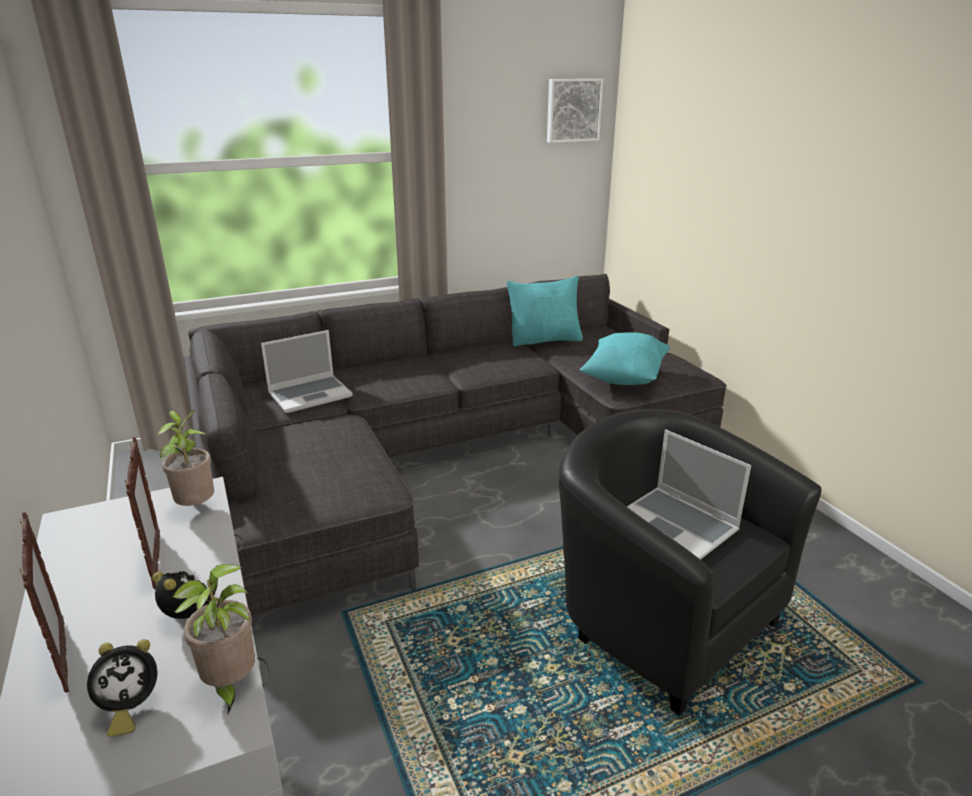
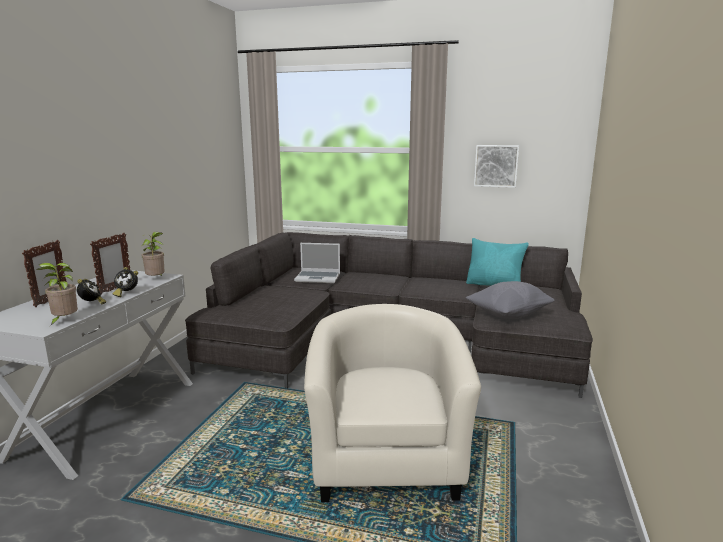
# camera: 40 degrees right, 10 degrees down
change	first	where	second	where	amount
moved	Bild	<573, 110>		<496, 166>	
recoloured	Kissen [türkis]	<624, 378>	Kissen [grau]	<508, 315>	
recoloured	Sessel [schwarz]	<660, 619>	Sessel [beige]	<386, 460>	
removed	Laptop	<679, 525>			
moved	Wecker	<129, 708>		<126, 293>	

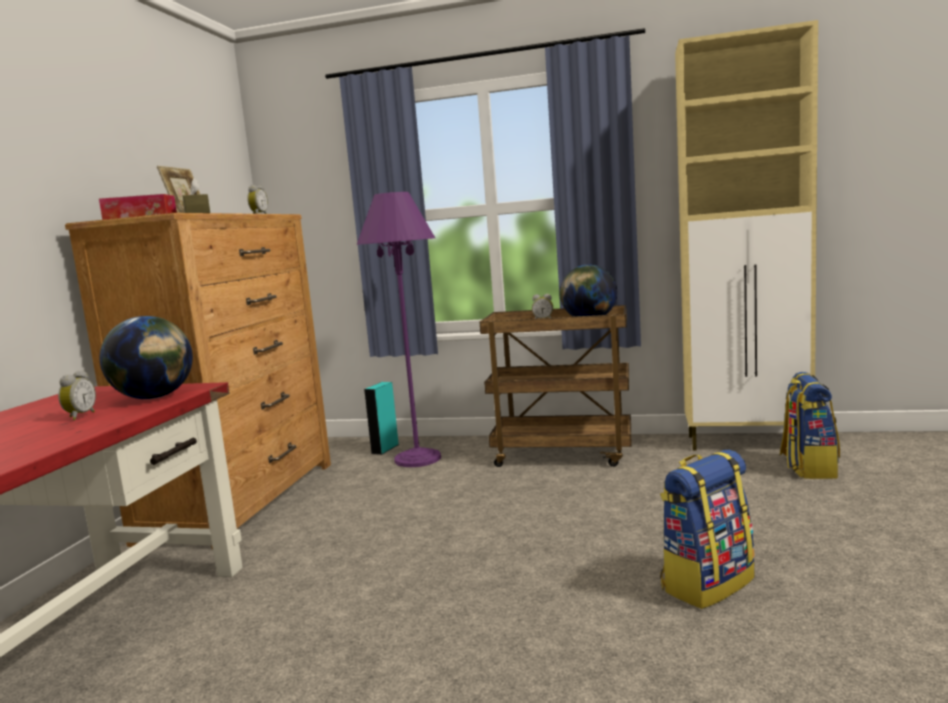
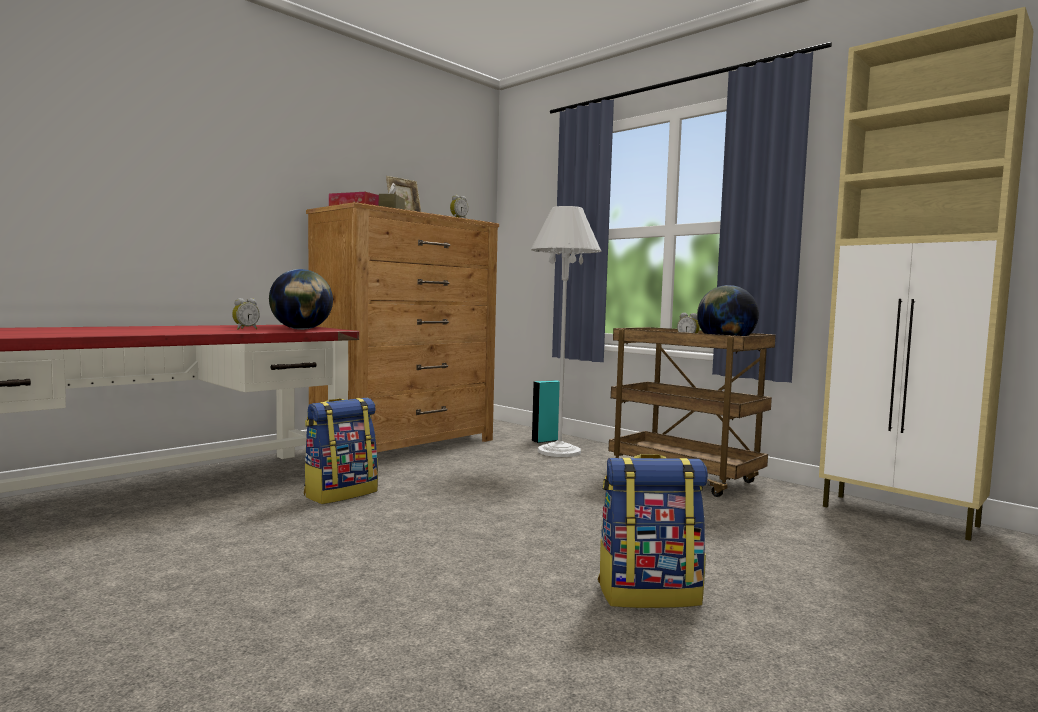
# camera: 30 degrees right, 5 degrees down
change	first	where	second	where	amount
recoloured	Stehlampe [lila]	<417, 459>	Stehlampe [weiß]	<559, 451>	
moved	Rucksack	<808, 467>		<341, 493>	

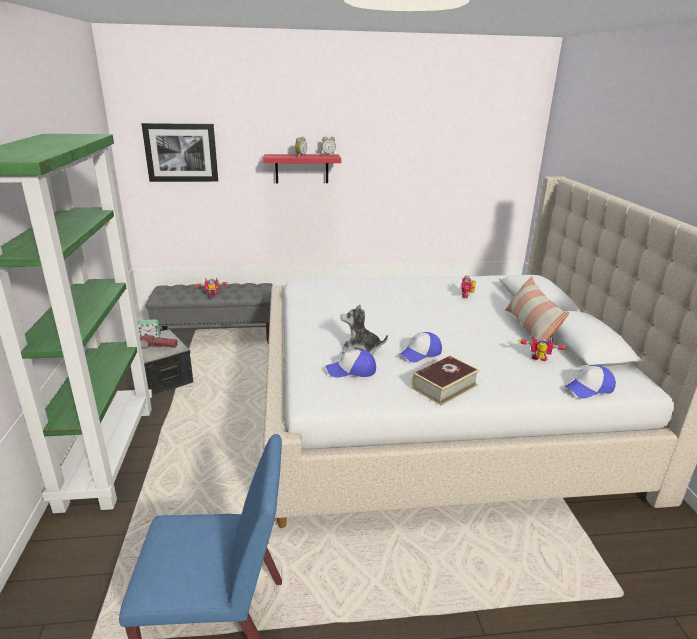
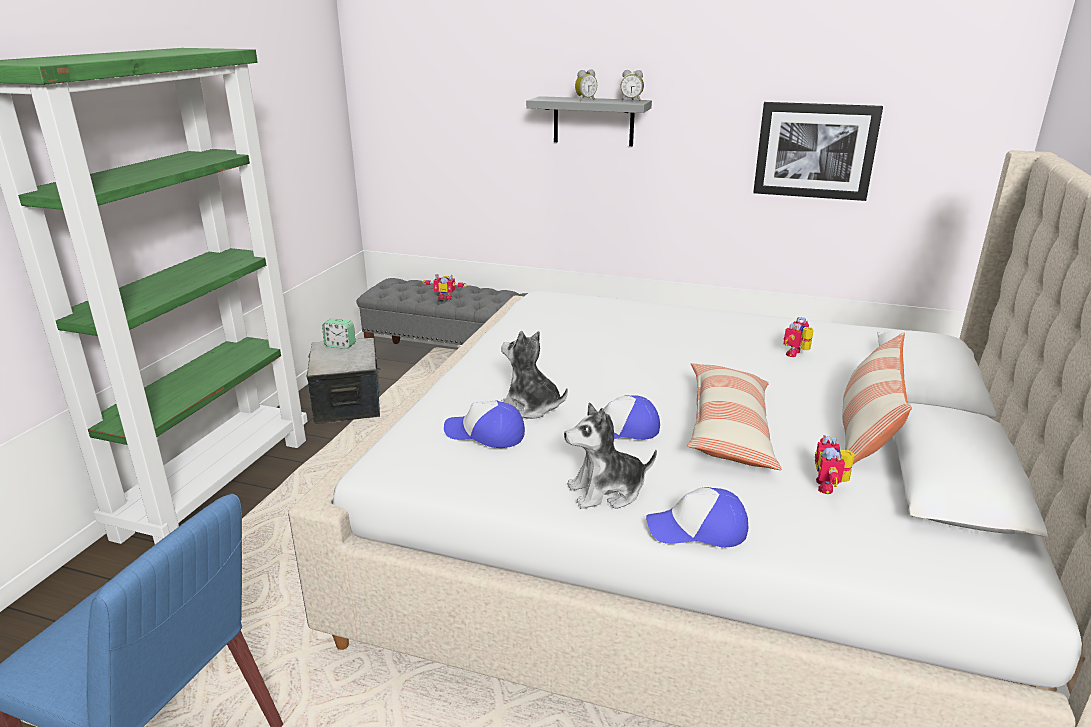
# camera: 25 degrees right, 0 degrees up
change	first	where	second	where	amount
moved	Bild	<181, 152>		<815, 151>	
recoloured	Wandregal [rot]	<301, 168>	Wandregal [grau]	<593, 121>	
removed	Taschenlampe	<158, 346>			
turned	Spielzeugroboter	<539, 360>		<830, 487>	120 degrees counterclockwise
replaced	Buch	<444, 386>	Plüschtier	<606, 491>	
moved	Kappe	<589, 388>		<697, 529>	
added			Kissen	<729, 430>	

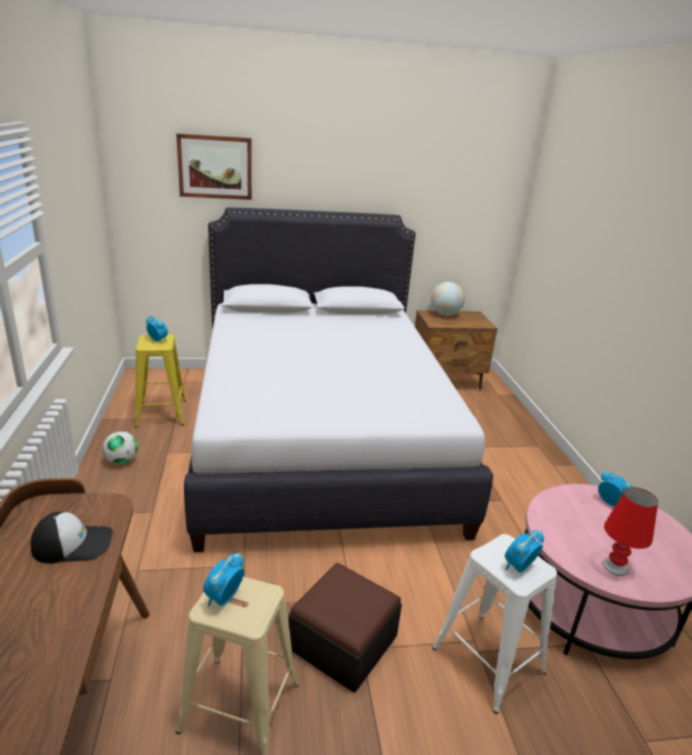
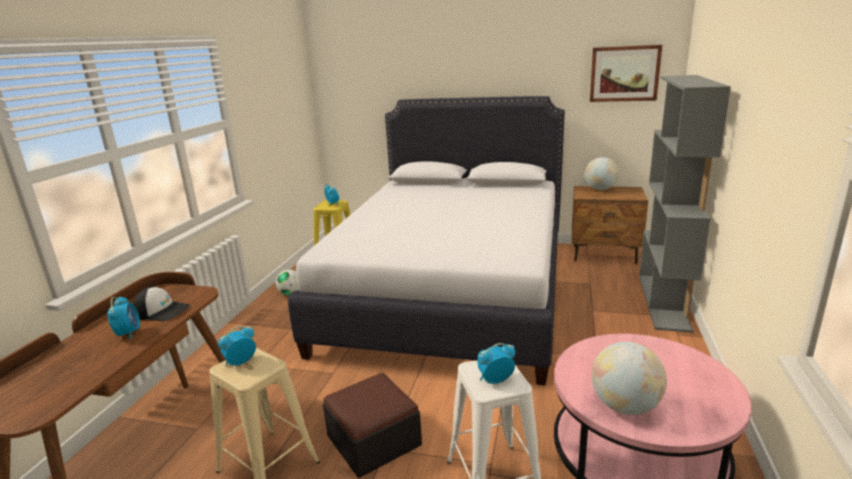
# camera: 25 degrees right, 5 degrees down
change	first	where	second	where	amount
moved	Bild	<215, 167>		<624, 74>	
moved	Wecker	<610, 503>		<129, 333>	
replaced	Tischlampe [rot]	<615, 567>	Globus	<625, 406>	
added			Bücherregal [grau]	<664, 301>	

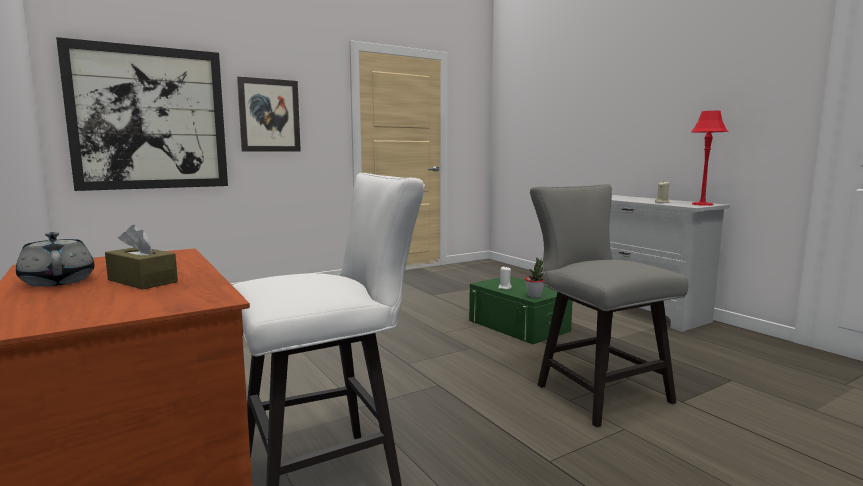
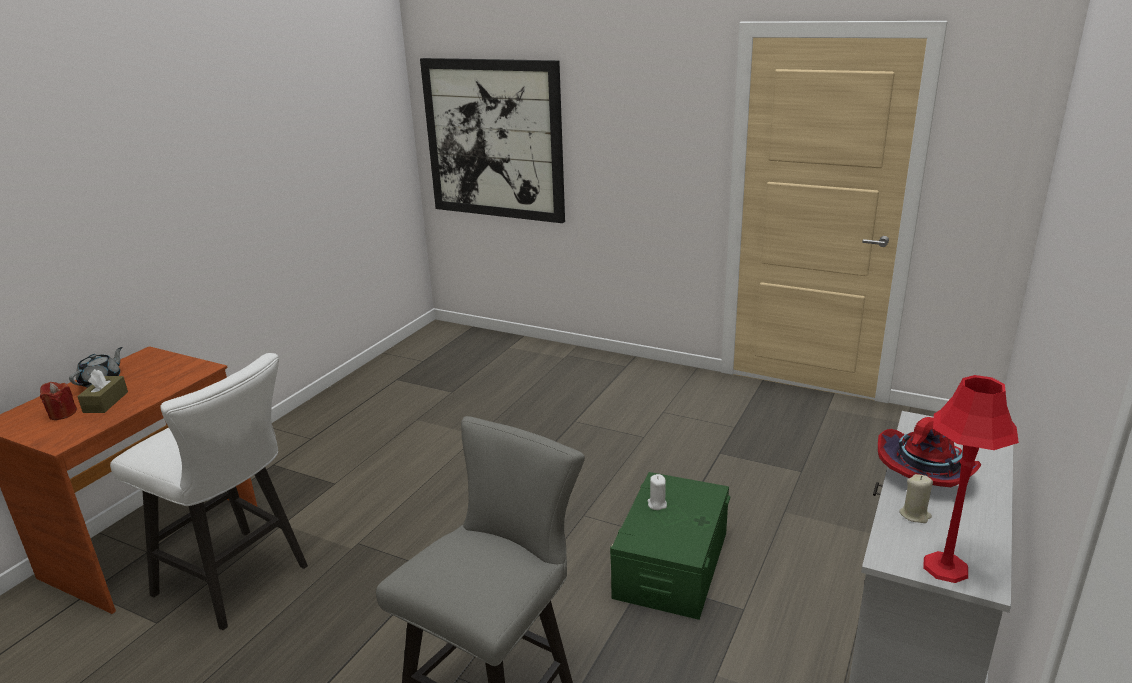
# camera: 60 degrees right, 15 degrees up
change	first	where	second	where	amount
removed	Bild	<269, 115>			
removed	Topfpflanze	<534, 296>			
added			Kerze [rot]	<62, 414>	
added			Hut [rot]	<926, 472>	

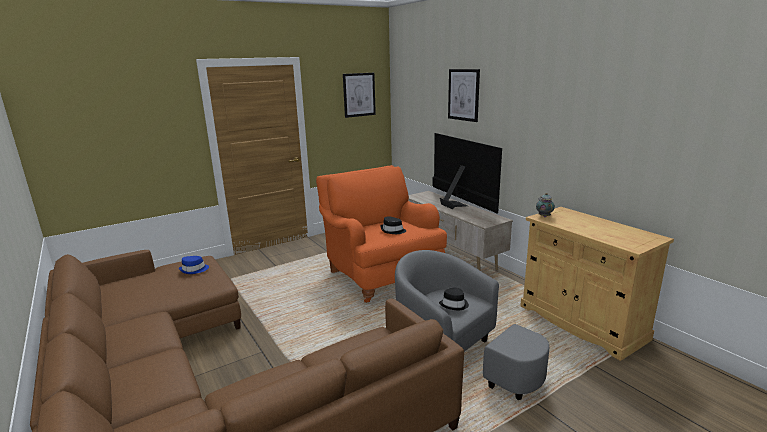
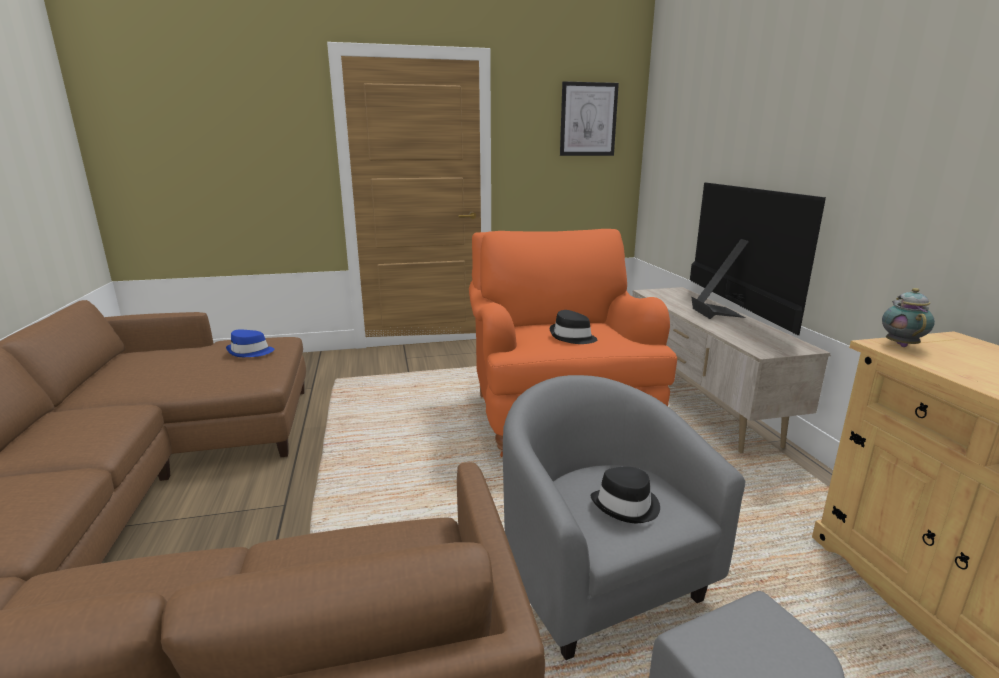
# camera: 20 degrees right, 0 degrees up
change	first	where	second	where	amount
removed	Bild	<463, 95>			

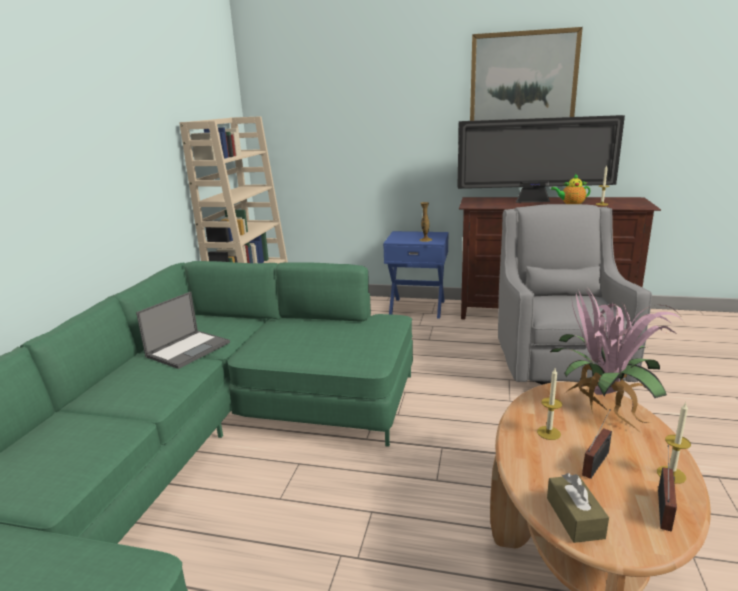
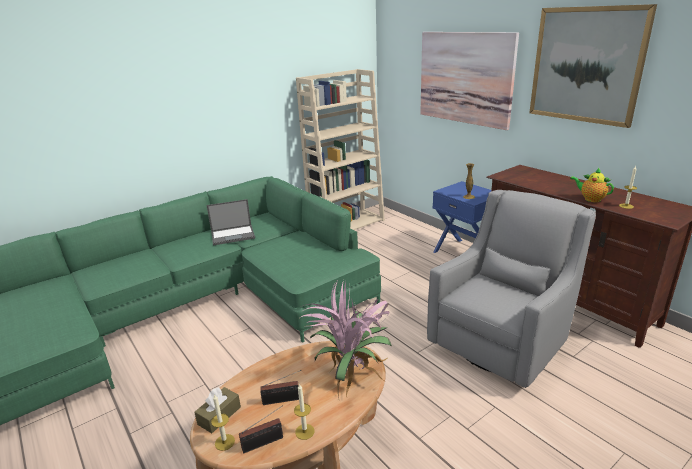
# camera: 40 degrees right, 5 degrees up
change	first	where	second	where	amount
removed	Fernseher	<534, 201>			
moved	Kerze	<548, 433>		<224, 442>	
added			Bild	<465, 78>	

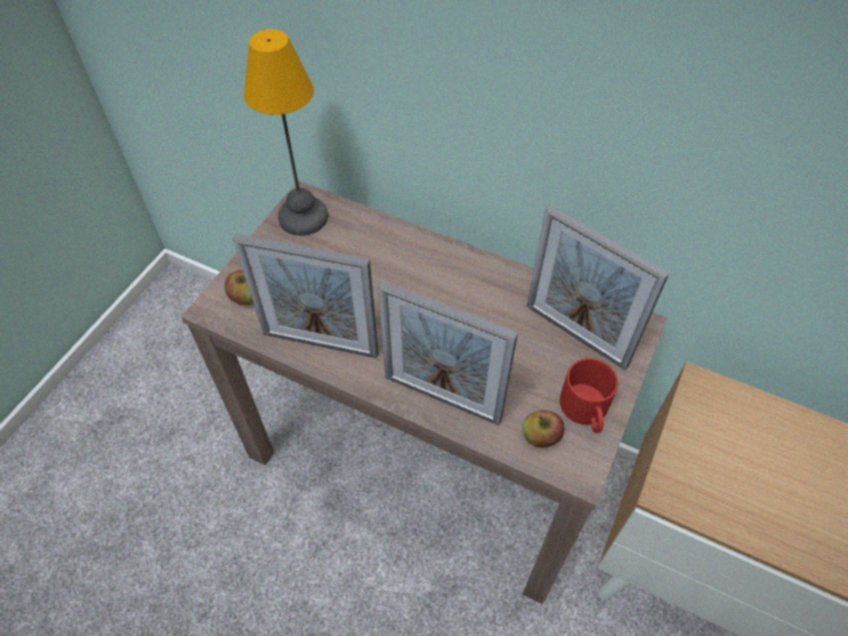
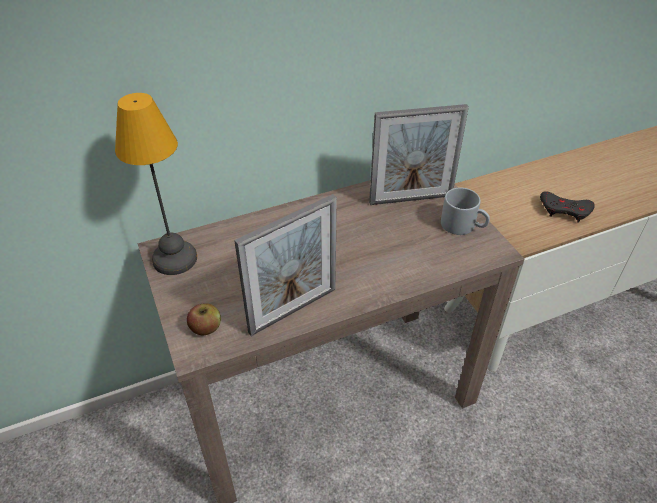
# camera: 50 degrees left, 10 degrees down
change	first	where	second	where	amount
removed	Bilderrahmen	<442, 398>			
recoloured	Henkelbecher [rot]	<587, 411>	Henkelbecher [grau]	<463, 225>	
removed	Apfel	<540, 437>			
added			Gamepad [grau]	<565, 210>	

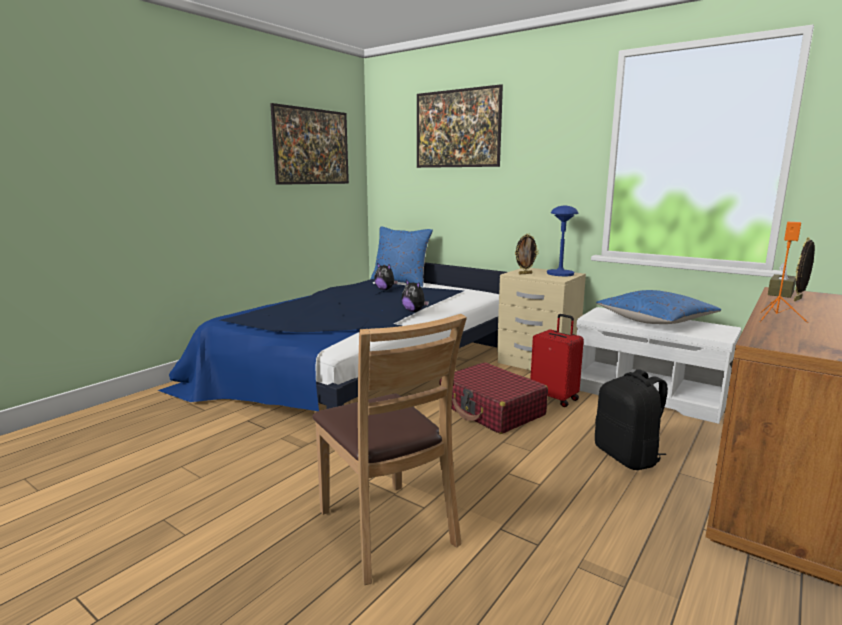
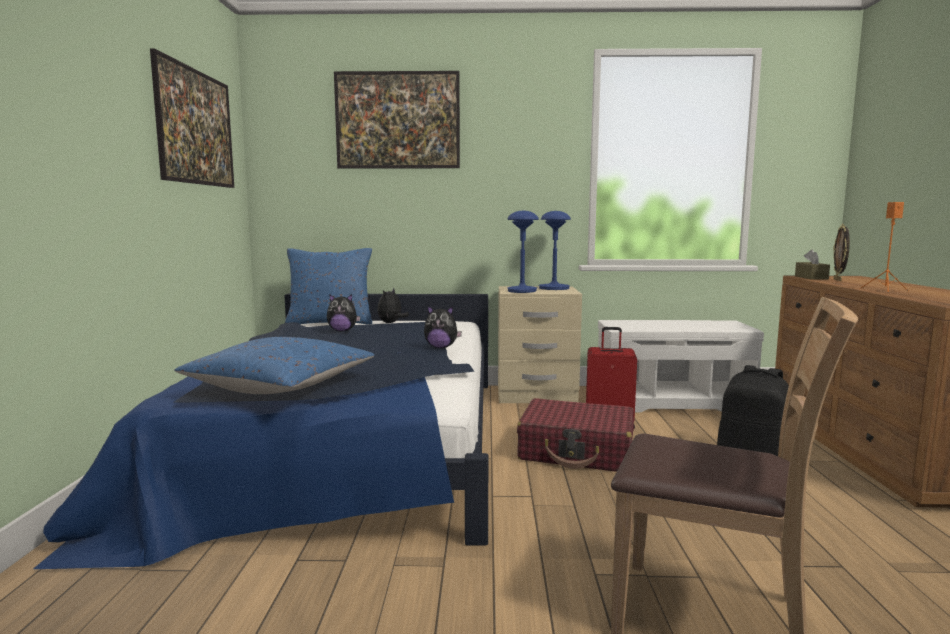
# camera: 35 degrees left, 5 degrees down
change	first	where	second	where	amount
replaced	Bilderrahmen	<525, 273>	Tischlampe [blau]	<522, 291>	
moved	Kissen [blau]	<655, 320>		<280, 386>	
added			Plüschtier	<391, 323>	

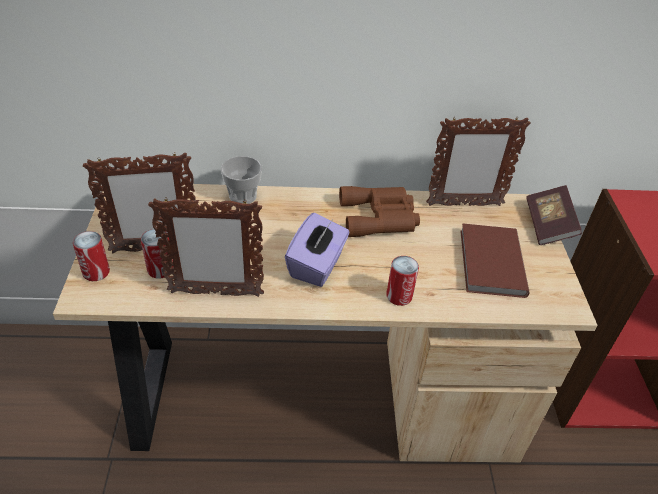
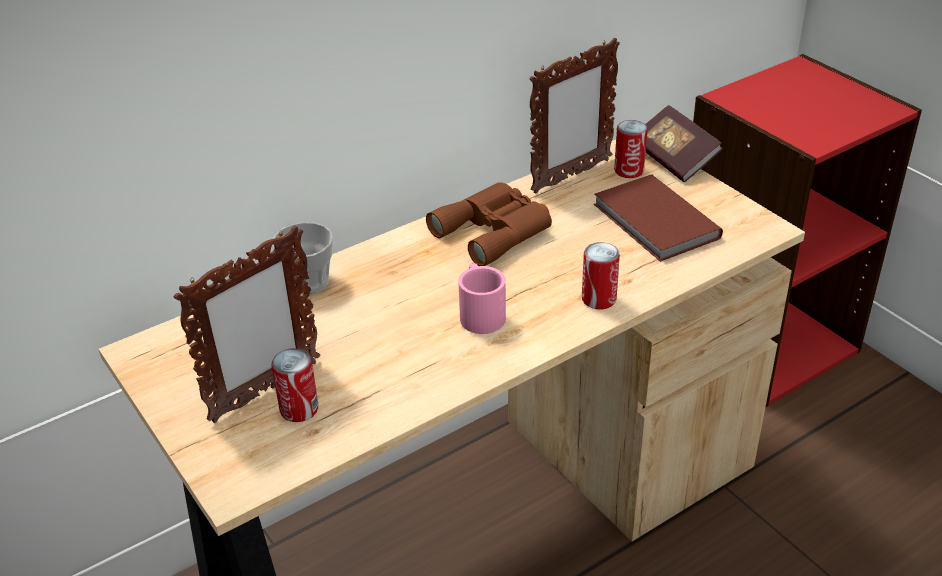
# camera: 30 degrees left, 5 degrees down
change	first	where	second	where	amount
removed	Bilderrahmen	<215, 293>			
replaced	Taschentuchbox [lila]	<317, 265>	Henkelbecher [rosa]	<480, 312>	
moved	Dose	<96, 272>		<629, 170>	

